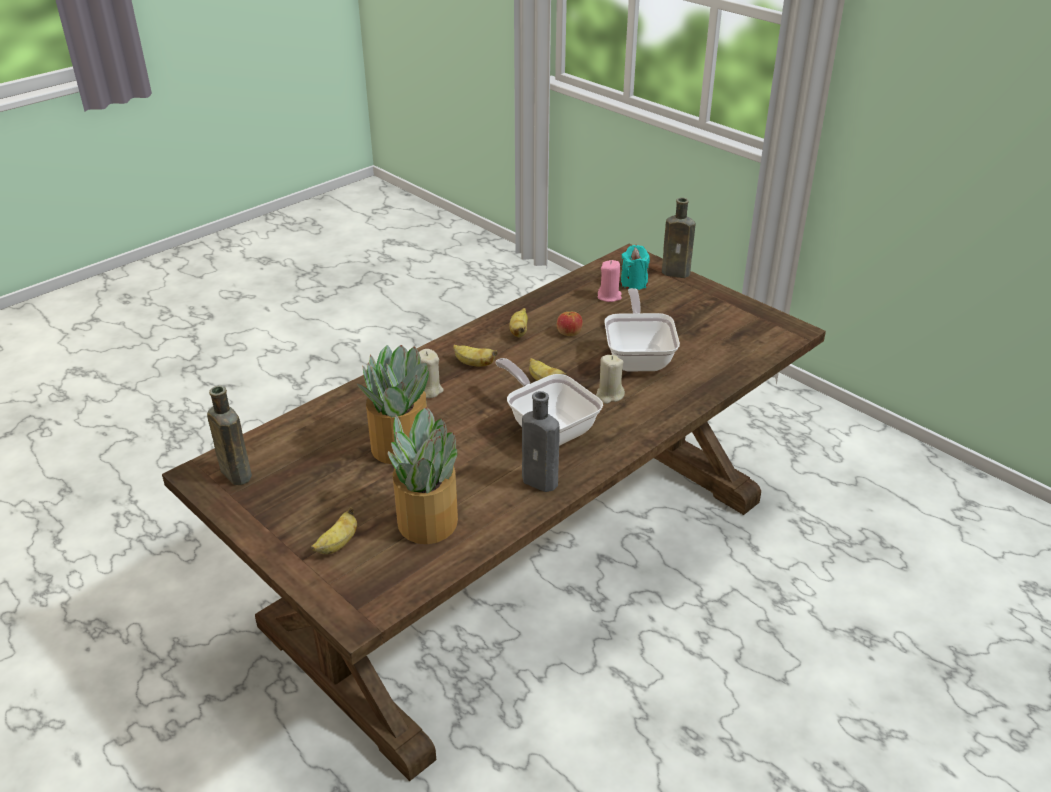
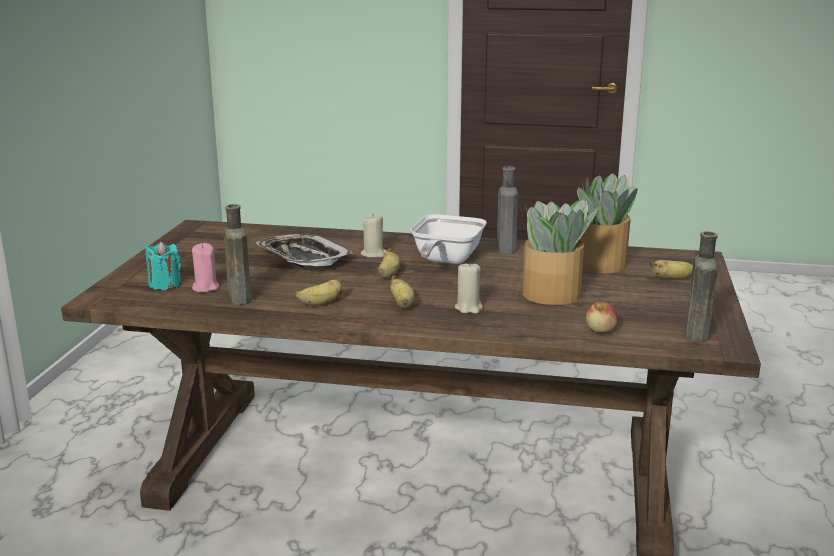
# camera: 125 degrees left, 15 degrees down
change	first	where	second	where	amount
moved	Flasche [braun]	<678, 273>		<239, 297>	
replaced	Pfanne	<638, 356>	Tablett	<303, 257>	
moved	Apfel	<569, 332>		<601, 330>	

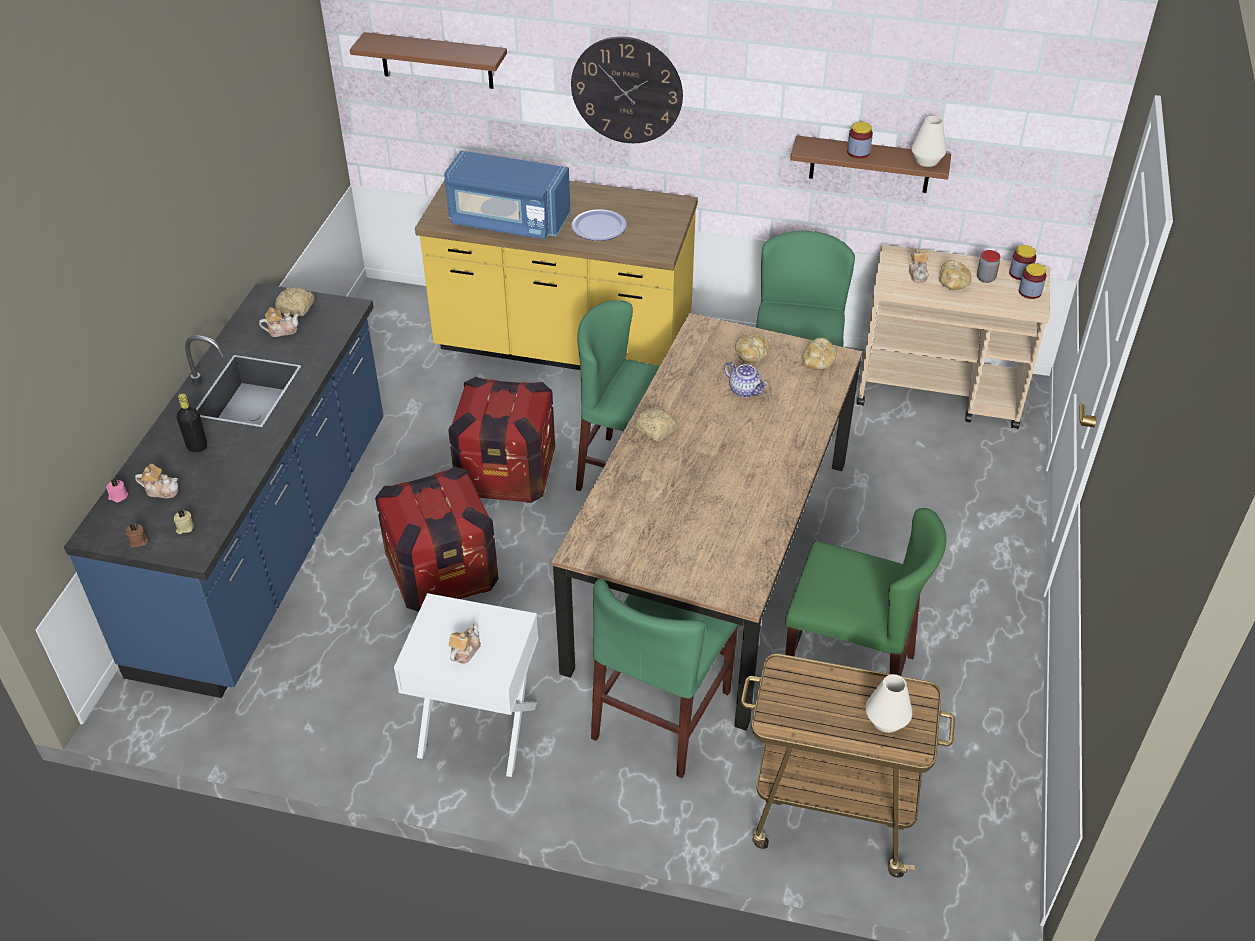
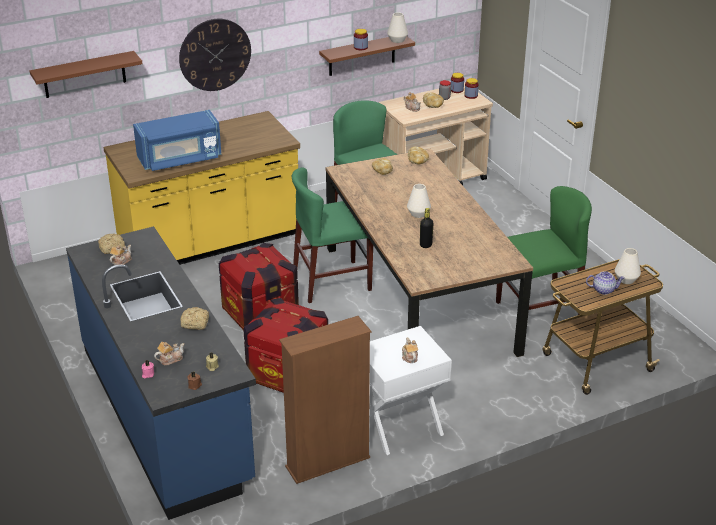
# camera: 40 degrees left, 10 degrees down
change	first	where	second	where	amount
removed	Teller	<598, 227>			
moved	Teekanne	<745, 390>		<603, 290>	
moved	Flasche [schwarz]	<197, 446>		<425, 245>	
moved	Brot	<656, 430>		<196, 323>	
removed	Stuhl [grün]	<662, 714>			
added			Vase [weiß]	<418, 214>	
added			Bücherregal [braun]	<328, 462>	

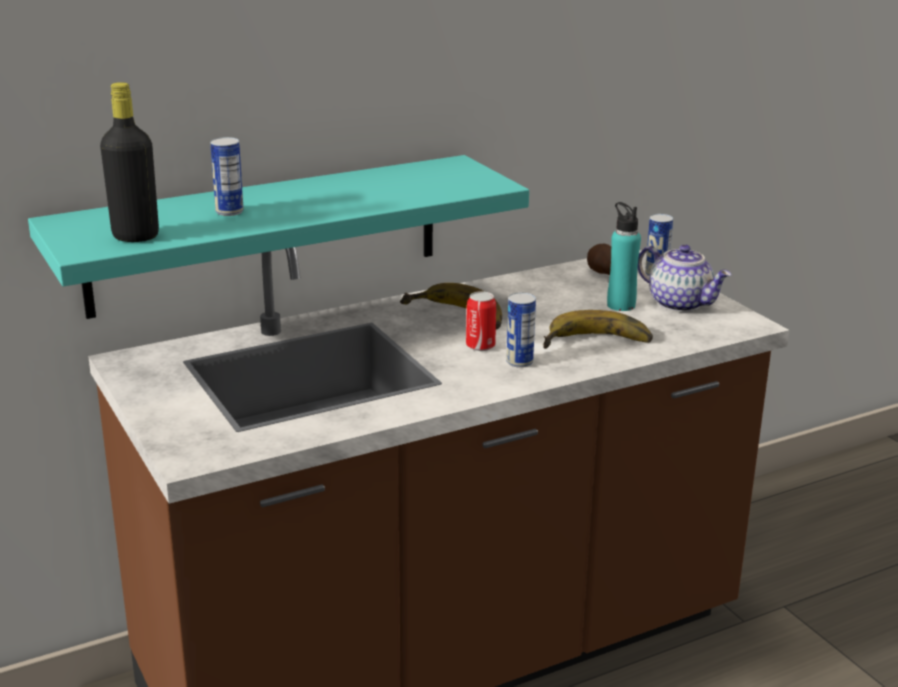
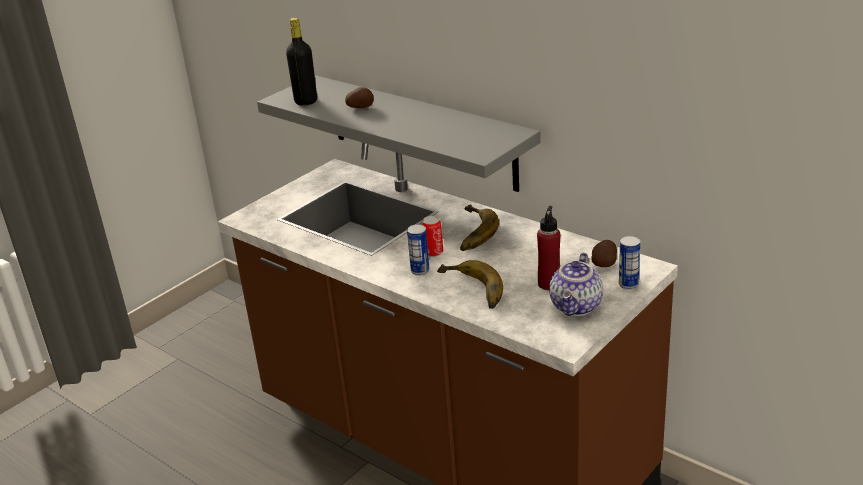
# camera: 70 degrees right, 5 degrees up
change	first	where	second	where	amount
replaced	Dose	<229, 212>	Kartoffel	<360, 107>	
recoloured	Wandregal [türkis]	<266, 234>	Wandregal [grau]	<421, 132>	
recoloured	Flasche [türkis]	<621, 305>	Flasche [rot]	<549, 284>	

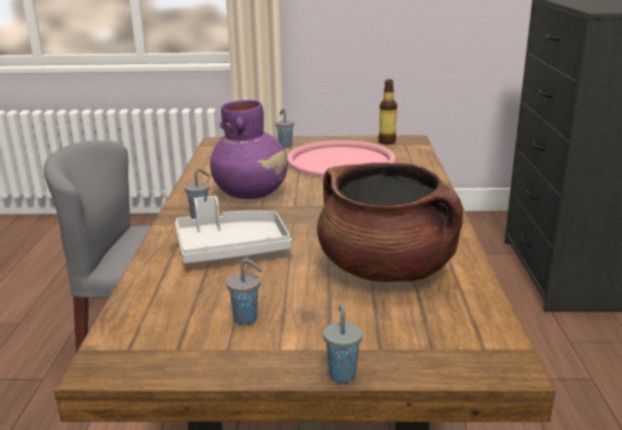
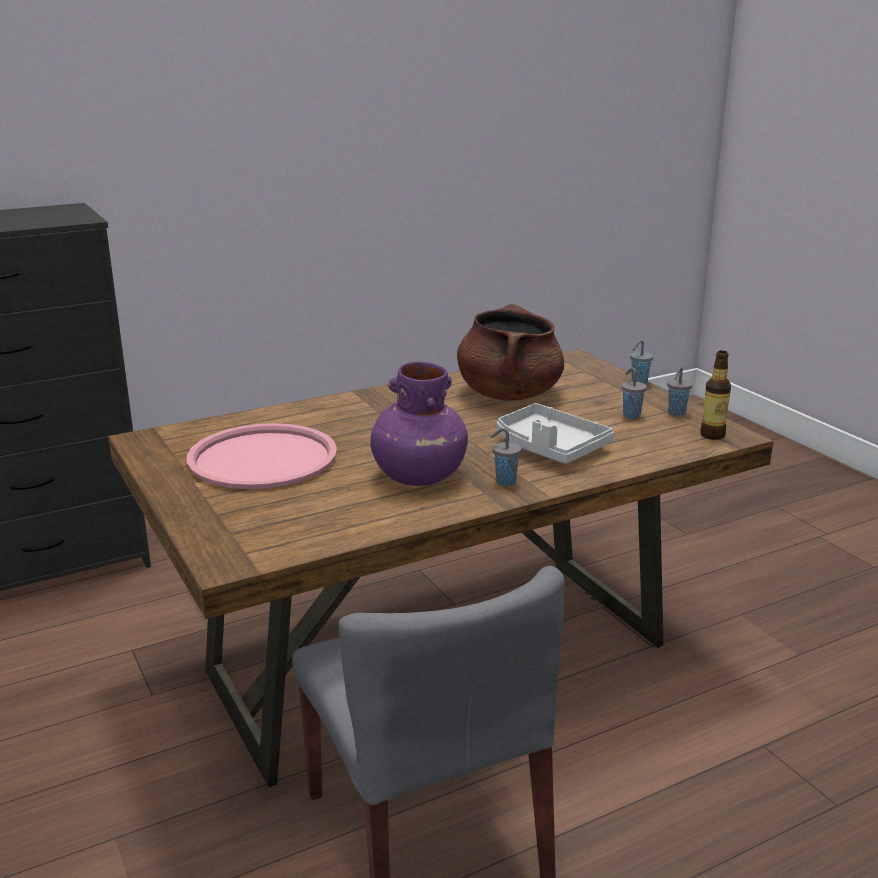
# camera: 120 degrees left, 0 degrees up
change	first	where	second	where	amount
moved	Flasche	<387, 142>		<712, 435>	
moved	Tasse [grau]	<285, 146>		<676, 413>	

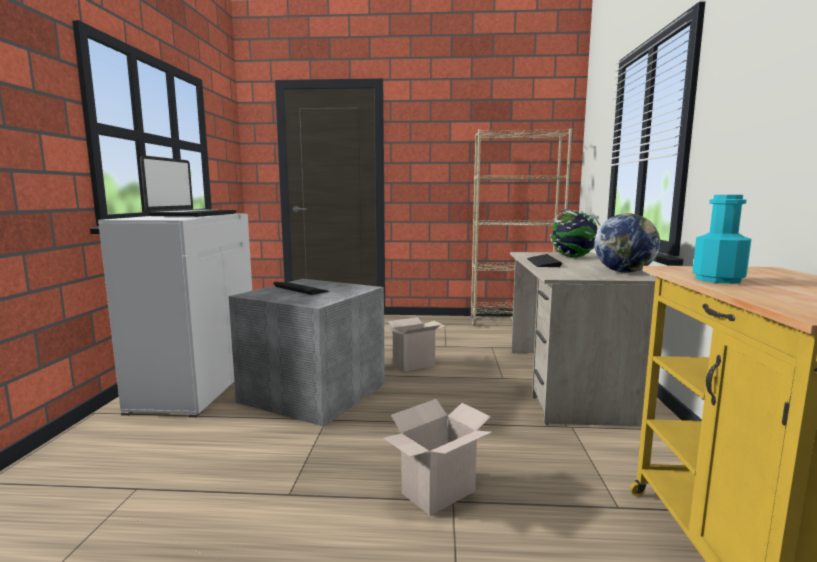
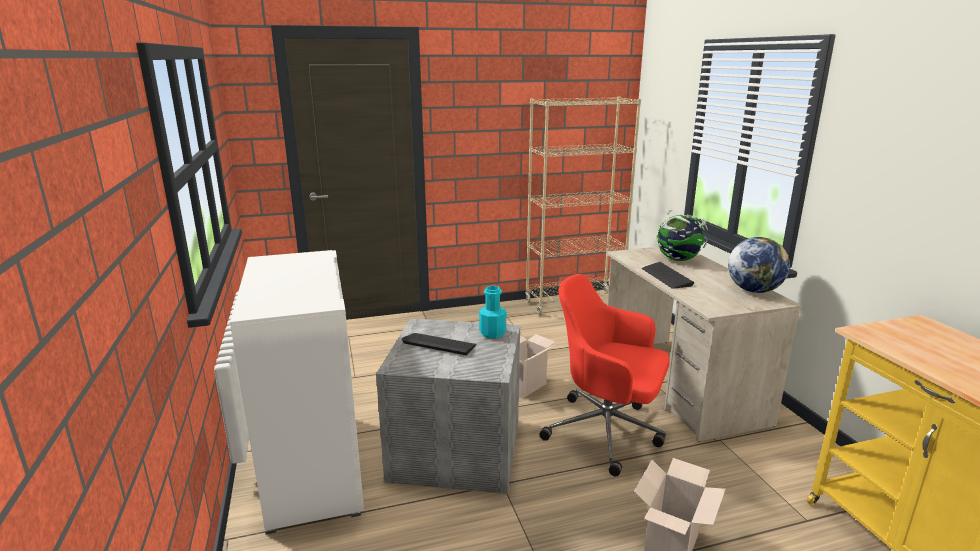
# camera: 20 degrees left, 10 degrees up
change	first	where	second	where	amount
removed	Laptop	<192, 215>			
moved	Flasche [türkis]	<718, 280>		<492, 333>	
added			Bürostuhl [rot]	<607, 432>	

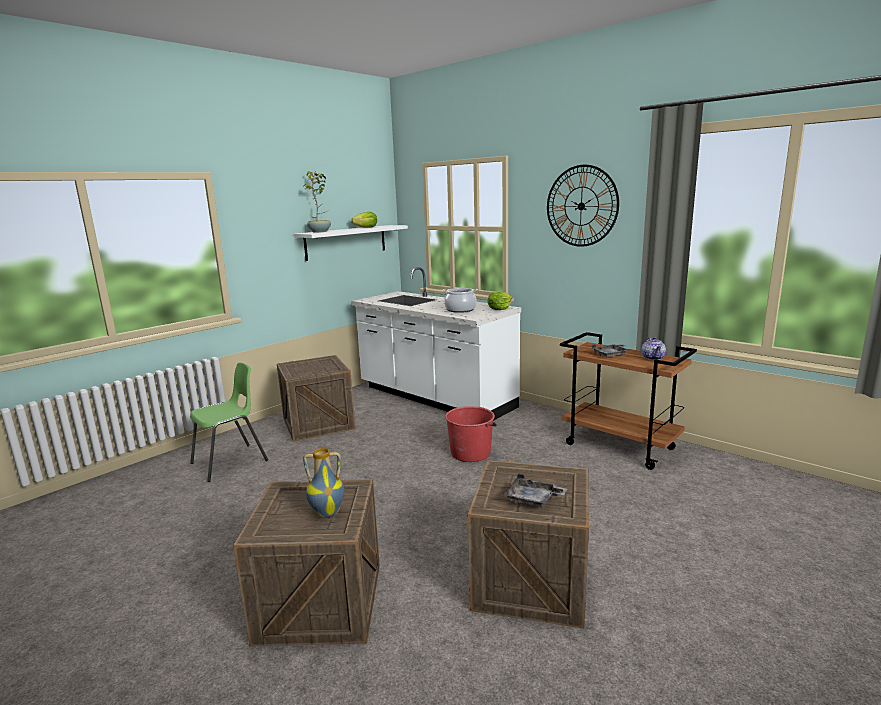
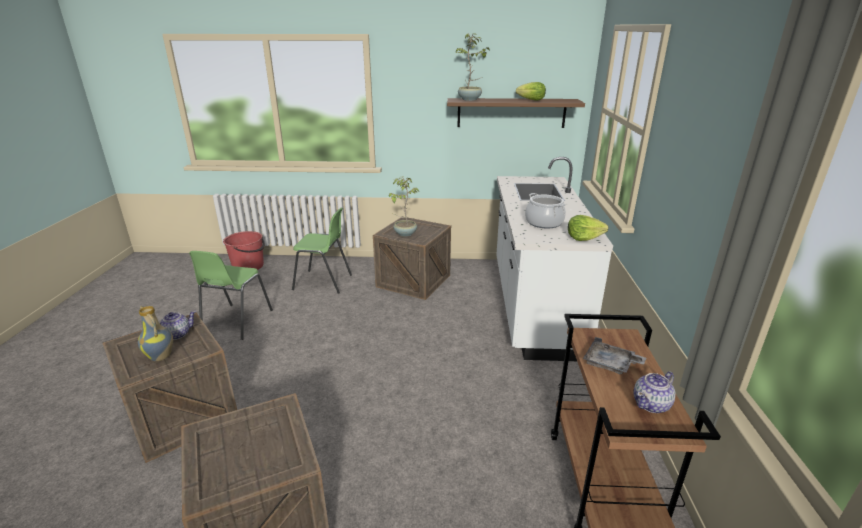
# camera: 50 degrees right, 10 degrees up
change	first	where	second	where	amount
removed	Wanduhr	<581, 206>			
recoloured	Wandregal [weiß]	<346, 242>	Wandregal [braun]	<511, 113>	
moved	Eimer [rot]	<471, 453>		<249, 266>	
removed	Tablett [grau]	<533, 499>			
added			Topfpflanze	<404, 233>	
added			Stuhl [grün]	<236, 322>	
added			Teekanne	<176, 334>	

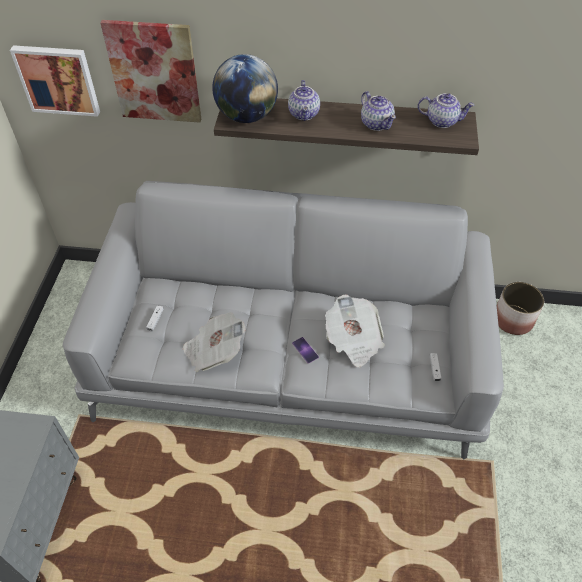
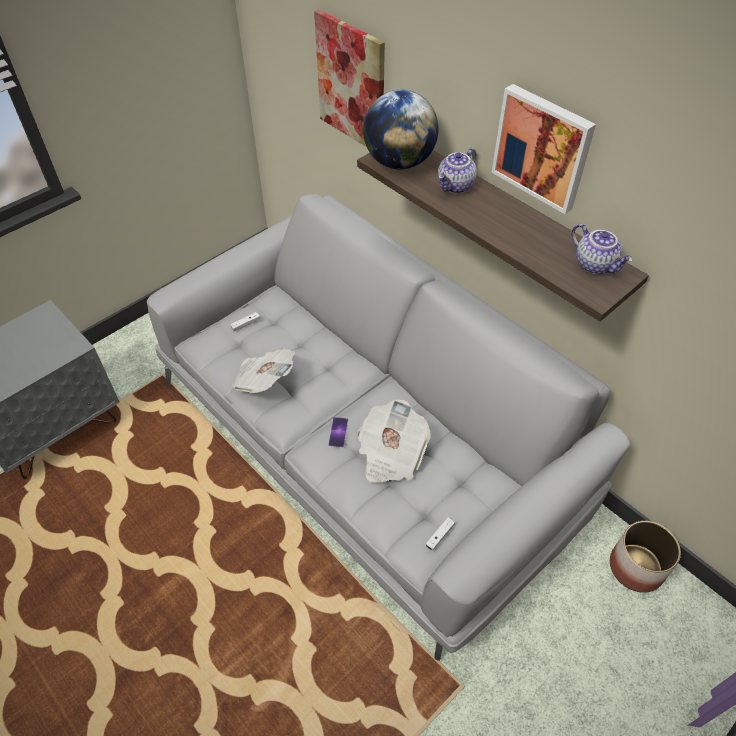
# camera: 40 degrees right, 0 degrees up
change	first	where	second	where	amount
moved	Bild	<58, 79>		<543, 147>	
removed	Teekanne	<376, 123>			

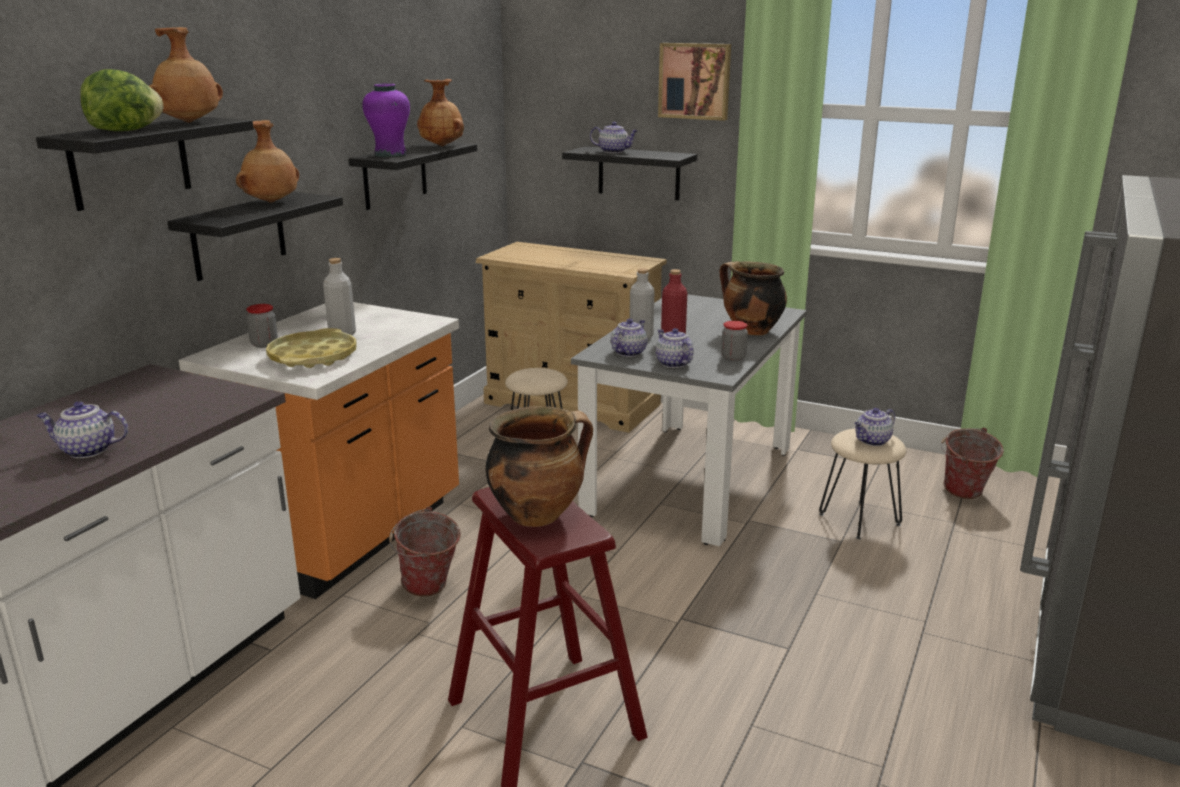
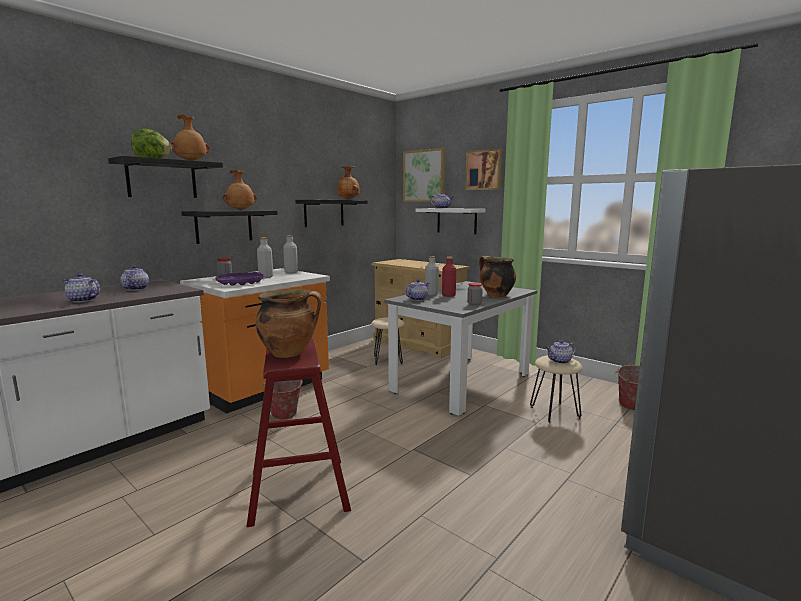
# camera: 15 degrees right, 10 degrees down
change	first	where	second	where	amount
removed	Vase [lila]	<390, 155>			
recoloured	Wandregal [schwarz]	<639, 173>	Wandregal [weiß]	<456, 220>	
recoloured	Tablett [gelb]	<313, 356>	Tablett [lila]	<240, 282>	
moved	Teekanne	<673, 363>		<135, 289>	
added			Bild	<424, 176>	
added			Flasche [grau]	<291, 272>	

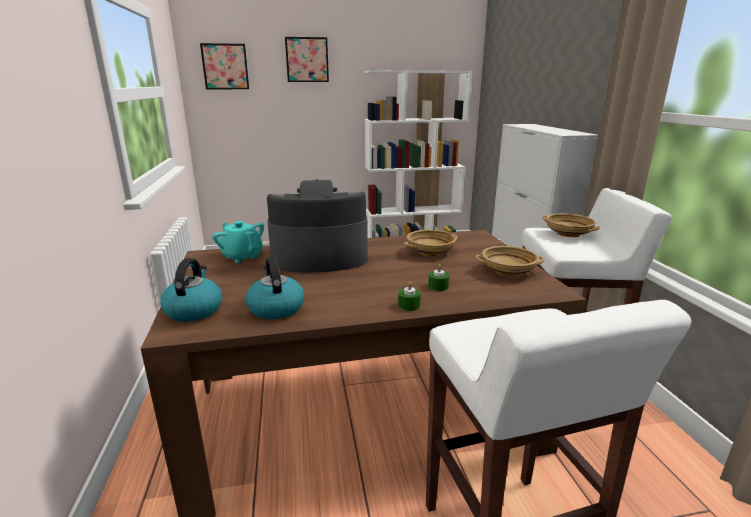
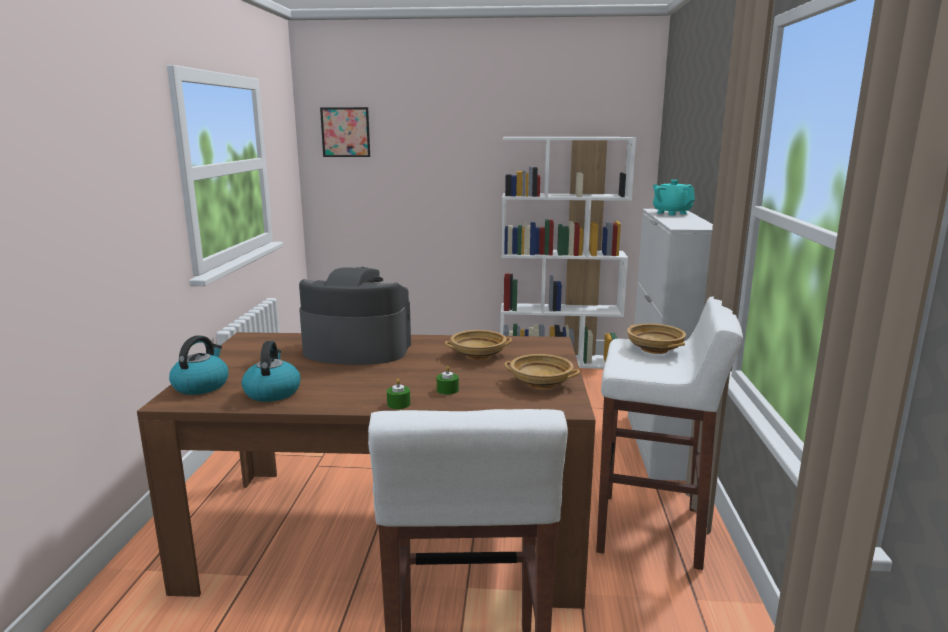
# camera: 15 degrees right, 5 degrees down
change	first	where	second	where	amount
removed	Bild	<307, 60>			
moved	Teekanne [türkis]	<242, 256>		<671, 213>	

